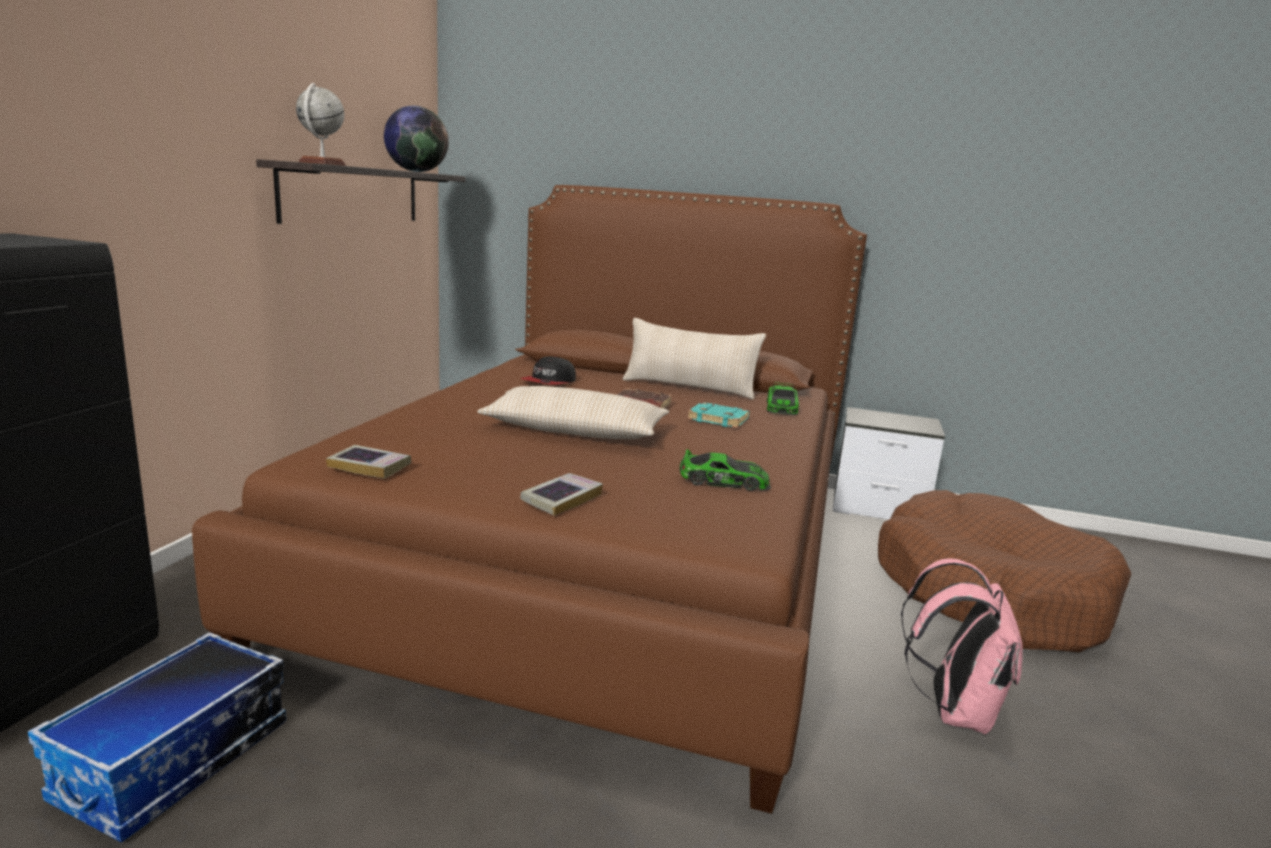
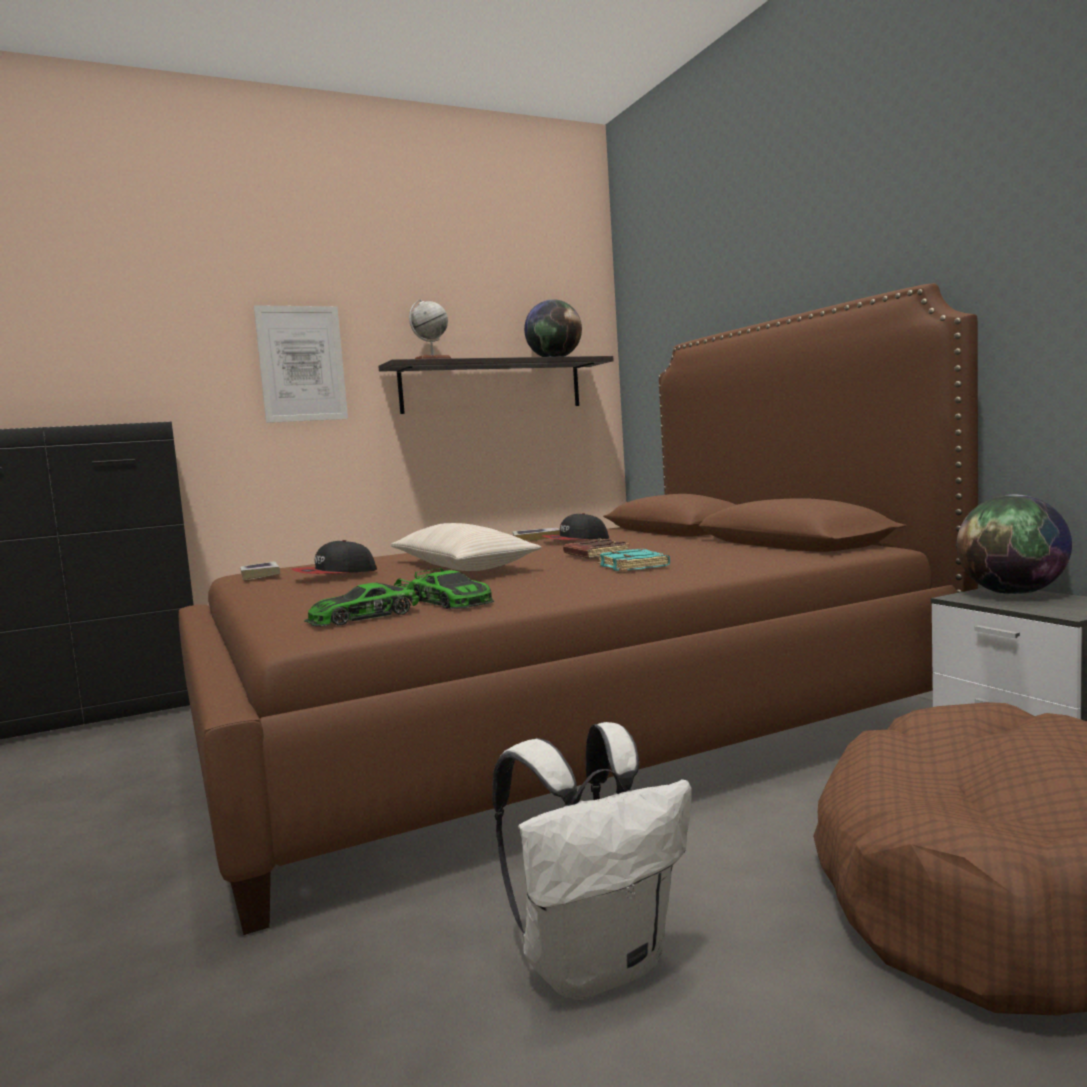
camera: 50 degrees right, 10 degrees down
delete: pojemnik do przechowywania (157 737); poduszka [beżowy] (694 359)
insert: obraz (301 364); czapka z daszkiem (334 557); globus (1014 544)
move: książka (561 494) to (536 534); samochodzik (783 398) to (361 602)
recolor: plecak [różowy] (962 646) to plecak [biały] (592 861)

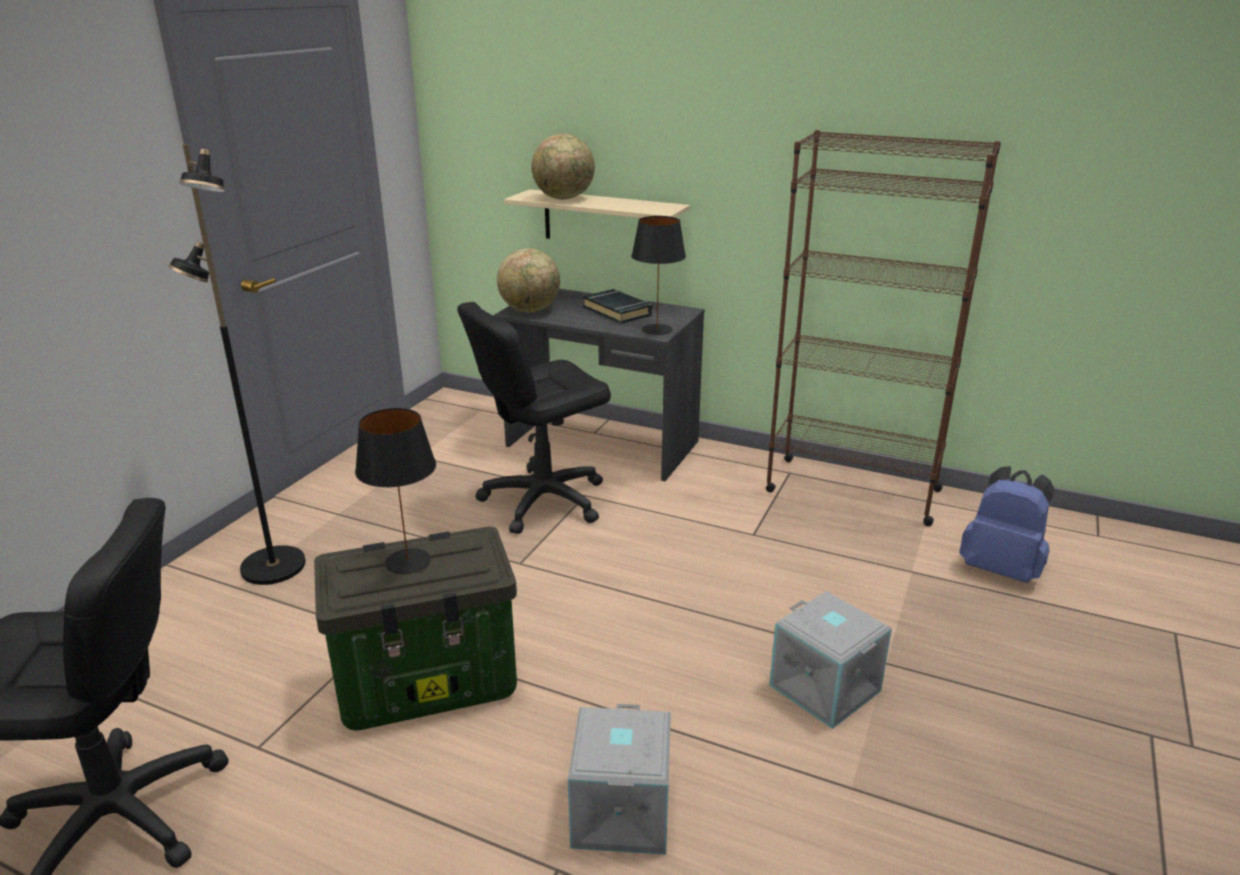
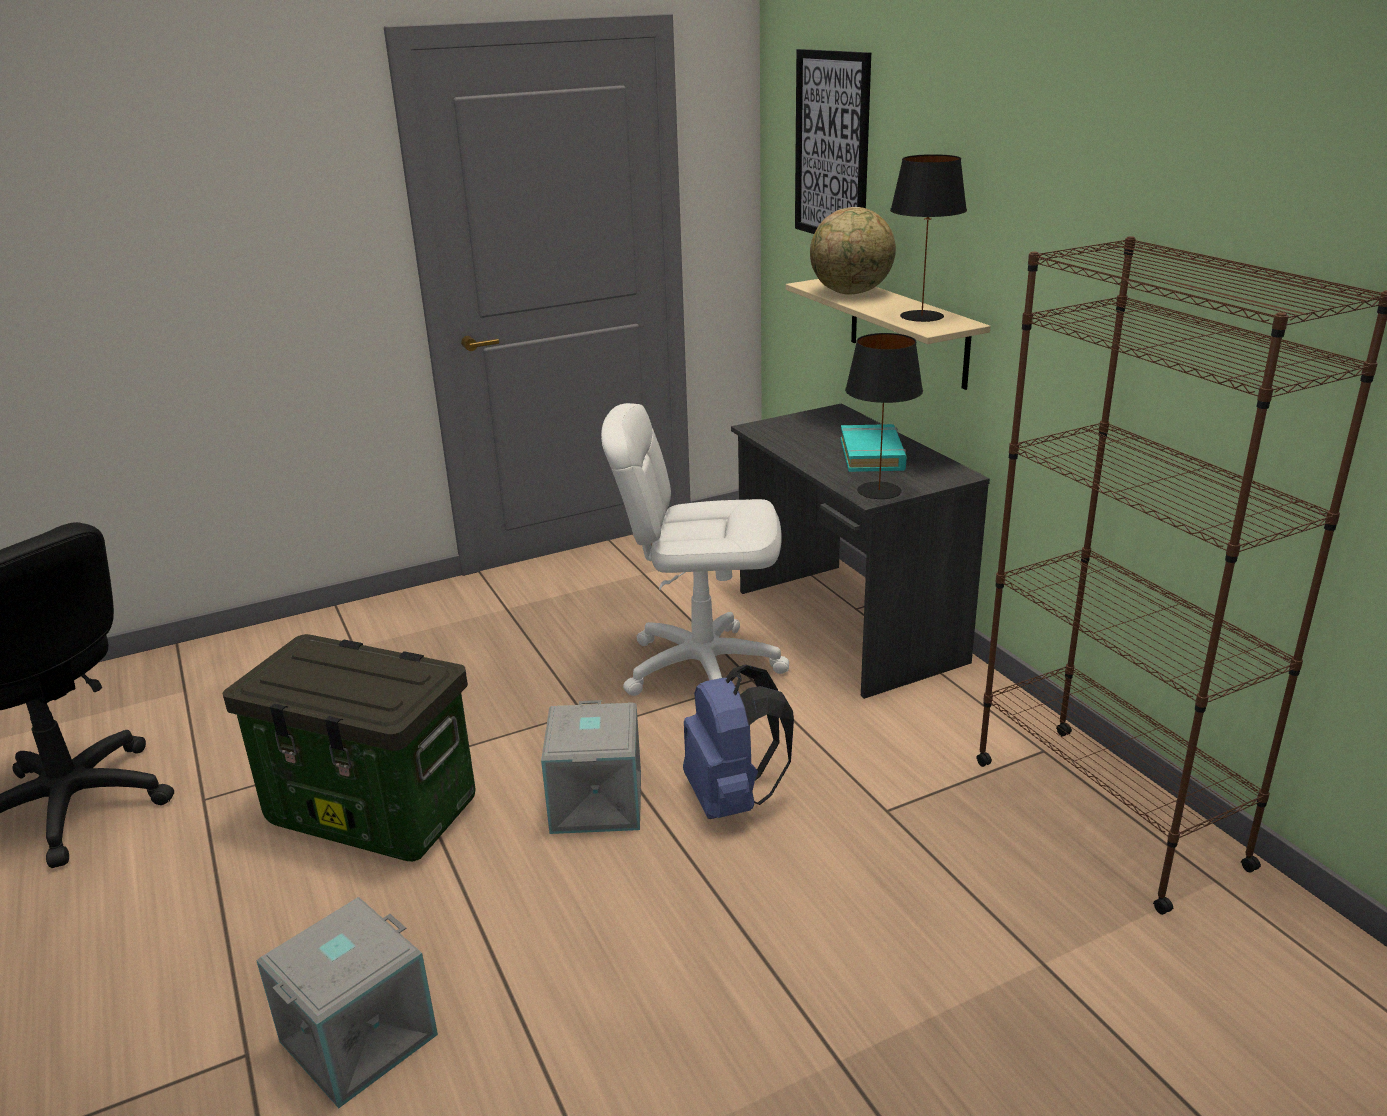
camera: 40 degrees right, 0 degrees up
delete: lampa stojąca [czarny] (237 364); globus (528 280)
insert: obraz (833 141)
move: lampa stołowa [czarny] (395 491) to (928 238); pojemnik do przechowywania [szary] (830 660) to (591 767); plecak [niebieski] (1007 524) to (738 741)
recolor: krzesło biurowe [czarny] (534 418) to krzesło biurowe [biały] (695 549); książka [czarny] (617 306) to książka [turkusowy] (874 448)

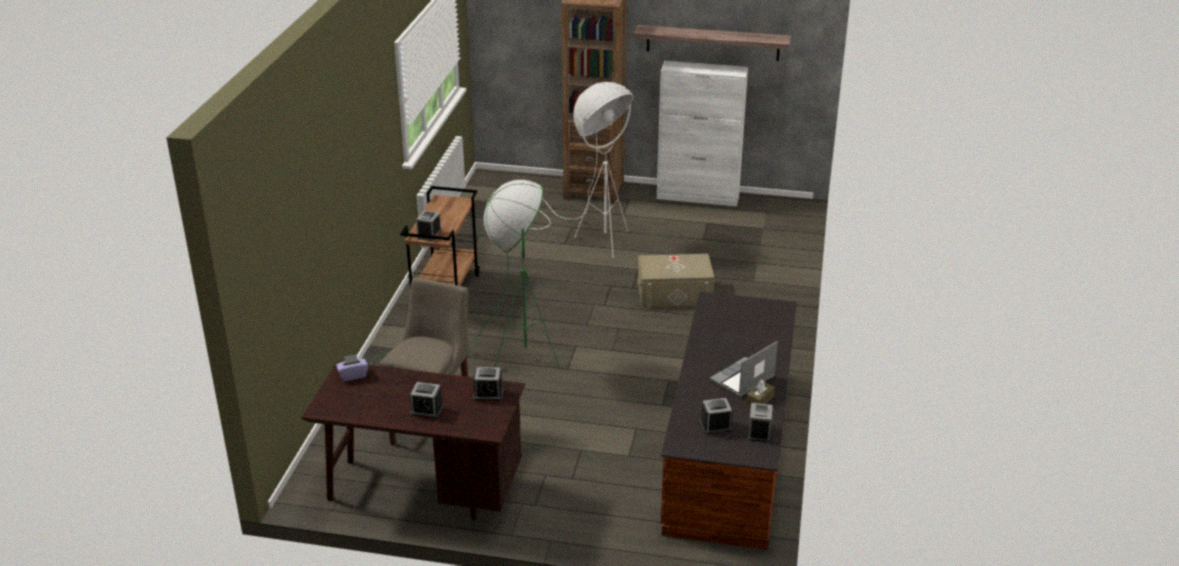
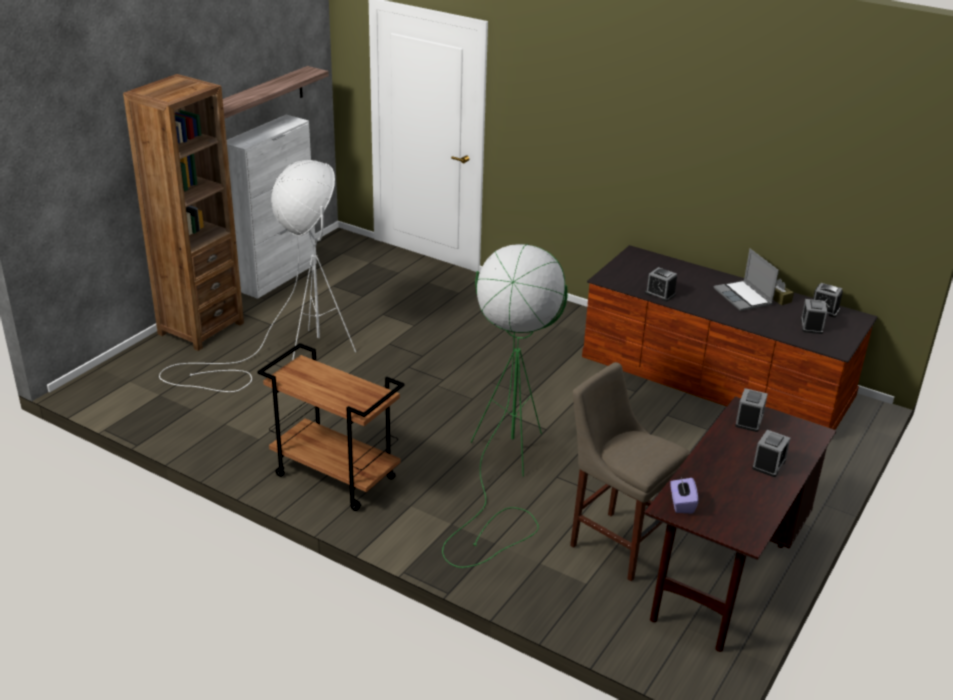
camera: 70 degrees left, 0 degrees up
delete: pojemnik do przechowywania [beżowy] (676 280)
move: budzik (428 225) to (661 284)

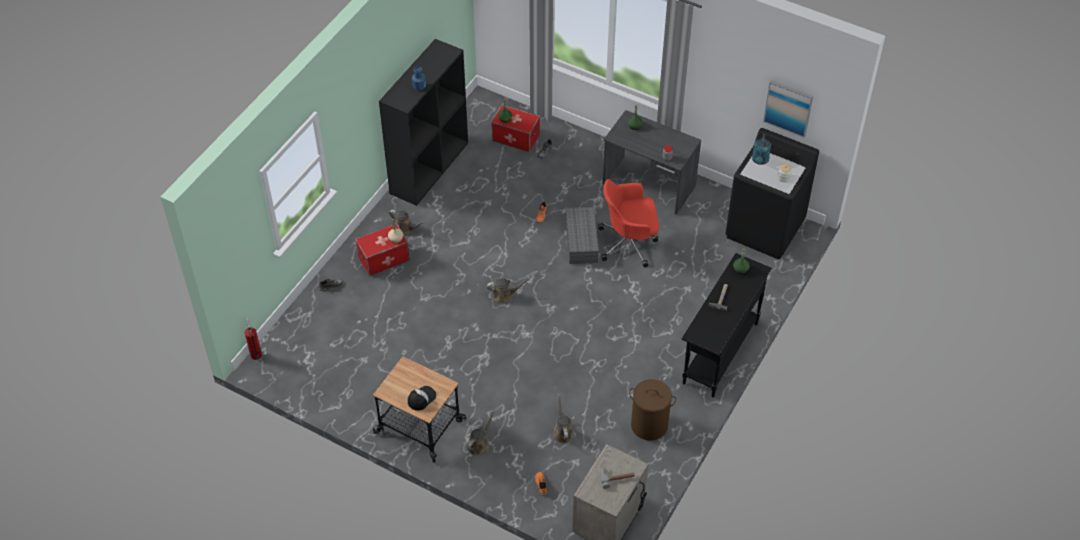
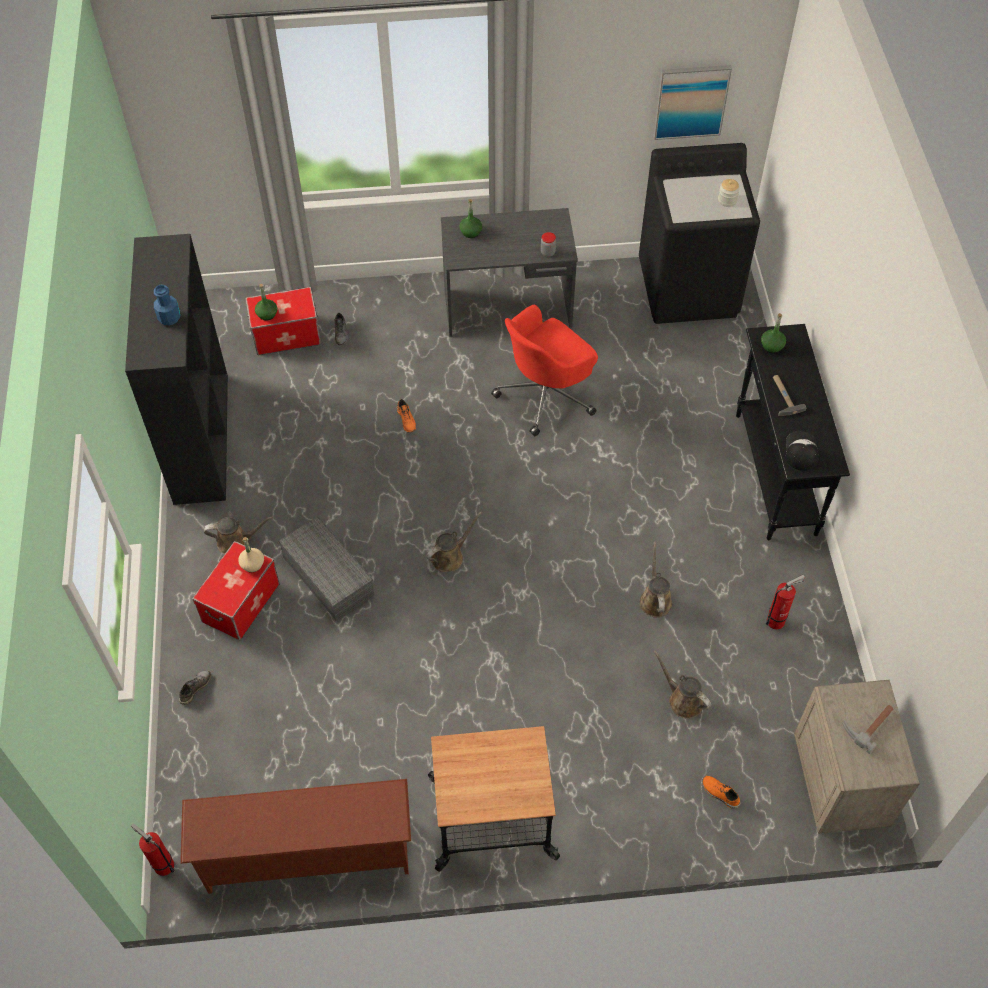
camera: 35 degrees left, 5 degrees up
delete: konewka [turkusowy] (761 149)
insert: regał na buty [brązowy] (295 836)
move: czapka z daszkiem (422 398) to (802 451); konewka [brązowy] (481 432) to (655 579); pojemnik do przechowywania [szary] (582 235) to (326 568)
replace: kosz na pranie [brązowy] (652 410) to gaśnica (785 602)

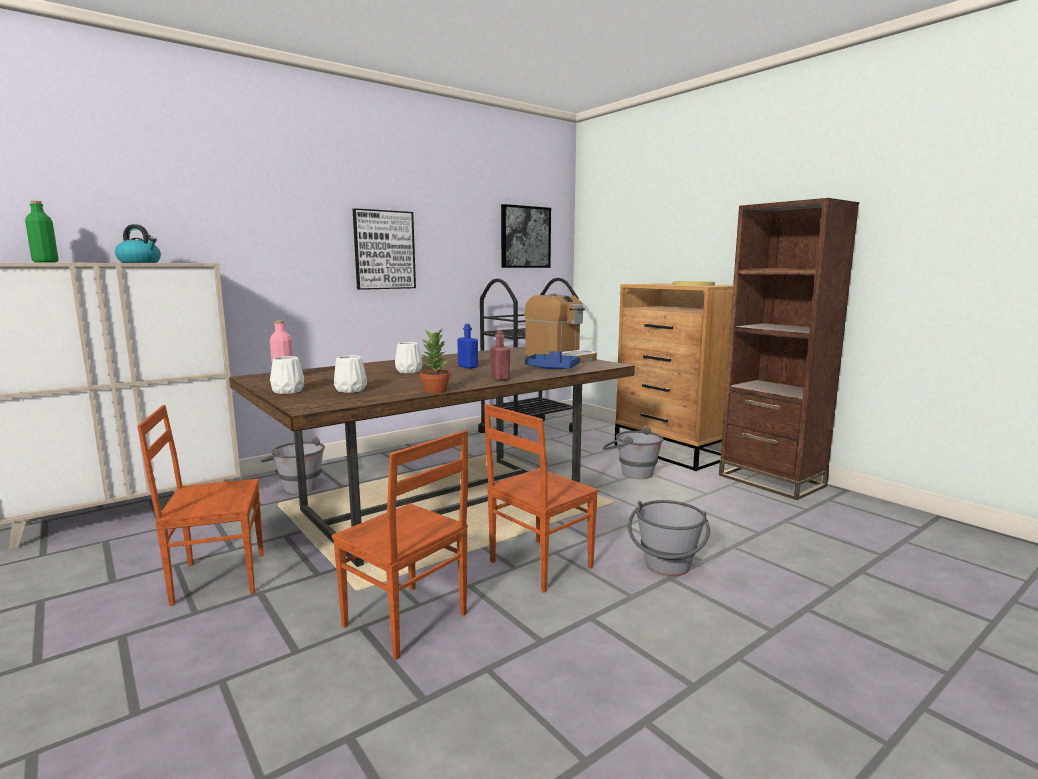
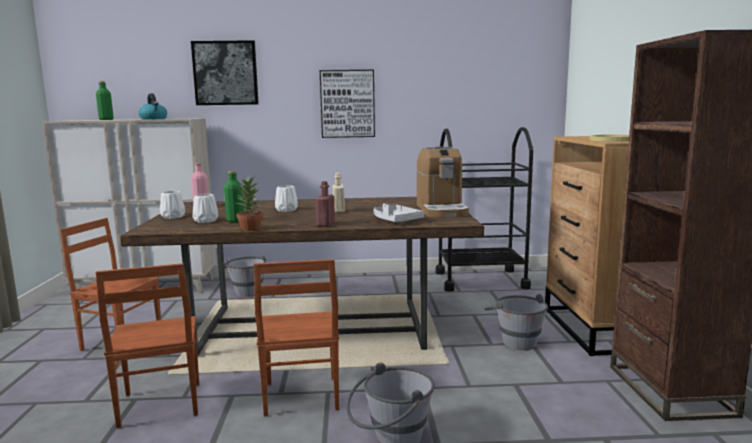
camera: 35 degrees right, 0 degrees up
insert: butelka [zielony] (234 196)
move: obraz (526 236) to (225 72)
recolor: butelka [niebieski] (467 346) to butelka [beżowy] (338 193); taca [niebieski] (552 360) to taca [szary] (398 212)
rotate: krzesło [brązowy] (541 498) = (296 337) 90 degrees counterclockwise

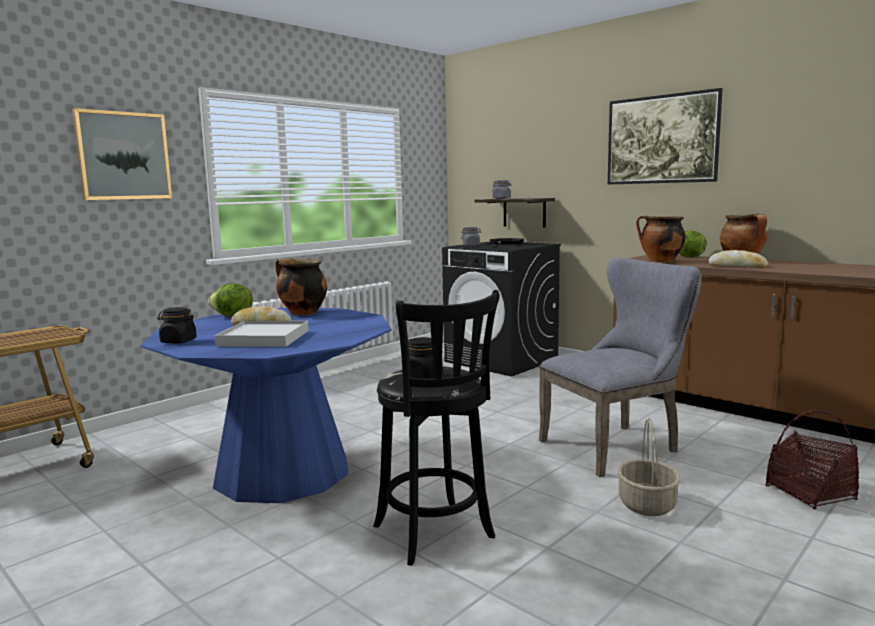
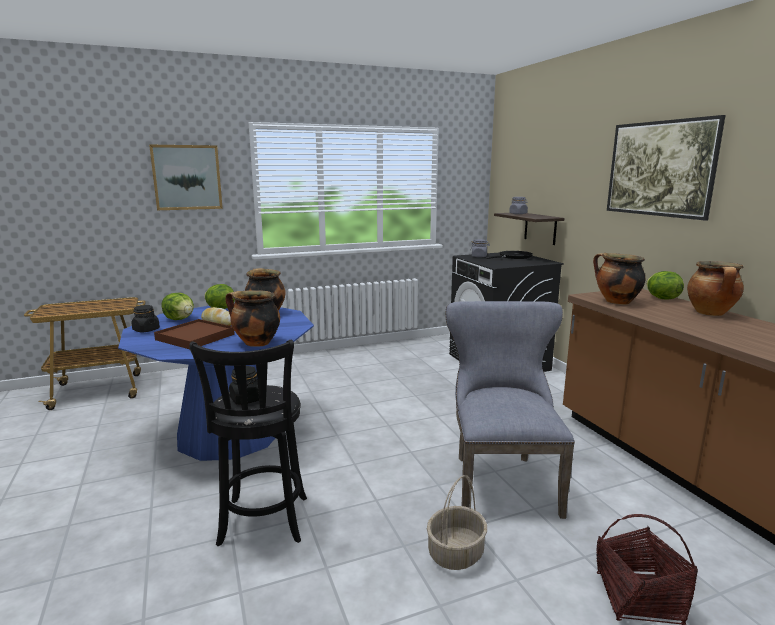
camera: 25 degrees right, 5 degrees up
delete: chleb (738 259)
insert: sałata (178 306); garnek (253 318)
recolor: taca [biały] (262 334) to taca [brązowy] (194 334)
rotate: krzesło [szary] (620 367) = (510 410) 90 degrees counterclockwise

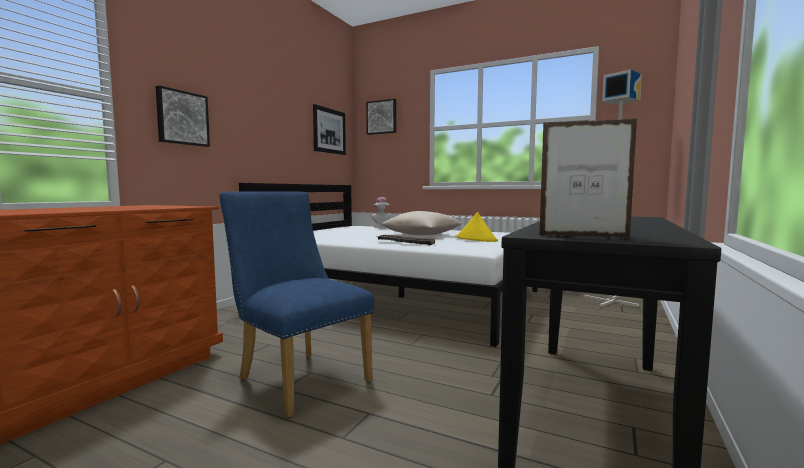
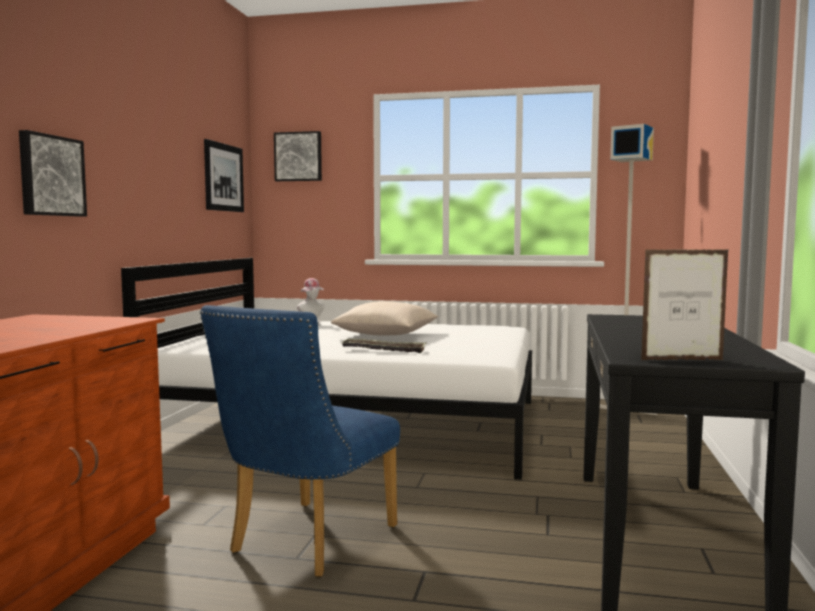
camera: 15 degrees left, 0 degrees up
delete: kapelusz [żółty] (476 227)
rotate: krzesło [niebieski] (296 304) = (300 441) 90 degrees counterclockwise

